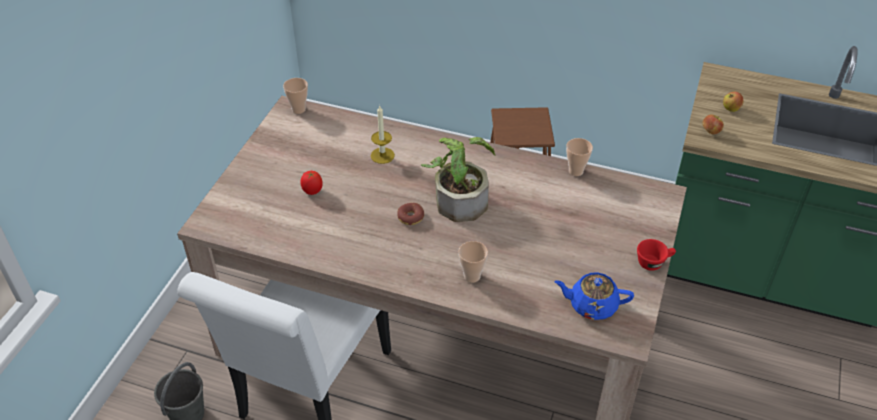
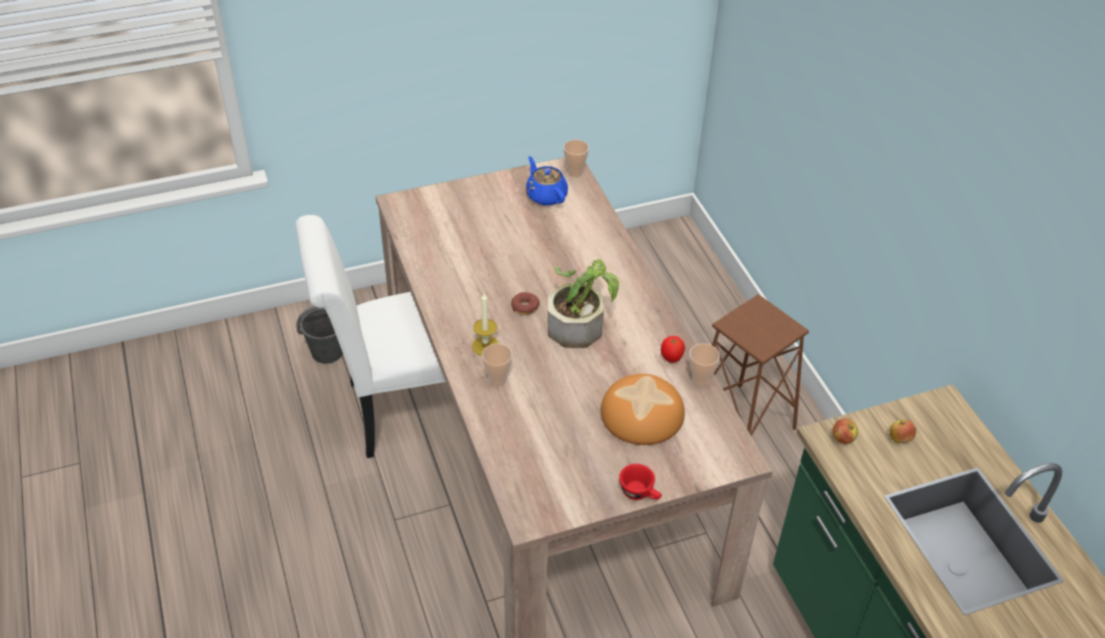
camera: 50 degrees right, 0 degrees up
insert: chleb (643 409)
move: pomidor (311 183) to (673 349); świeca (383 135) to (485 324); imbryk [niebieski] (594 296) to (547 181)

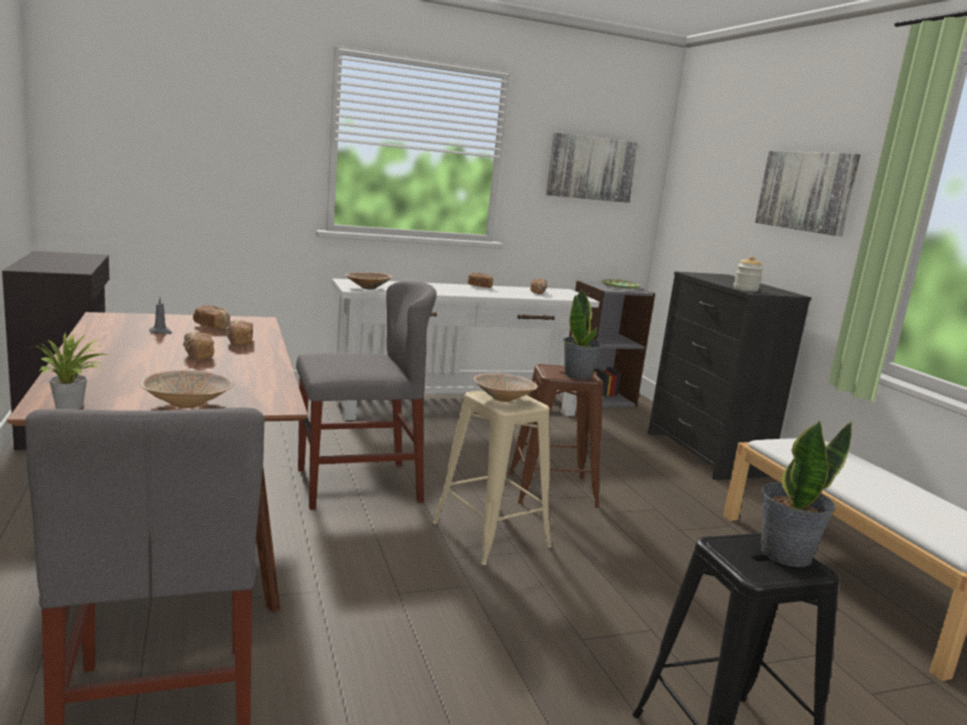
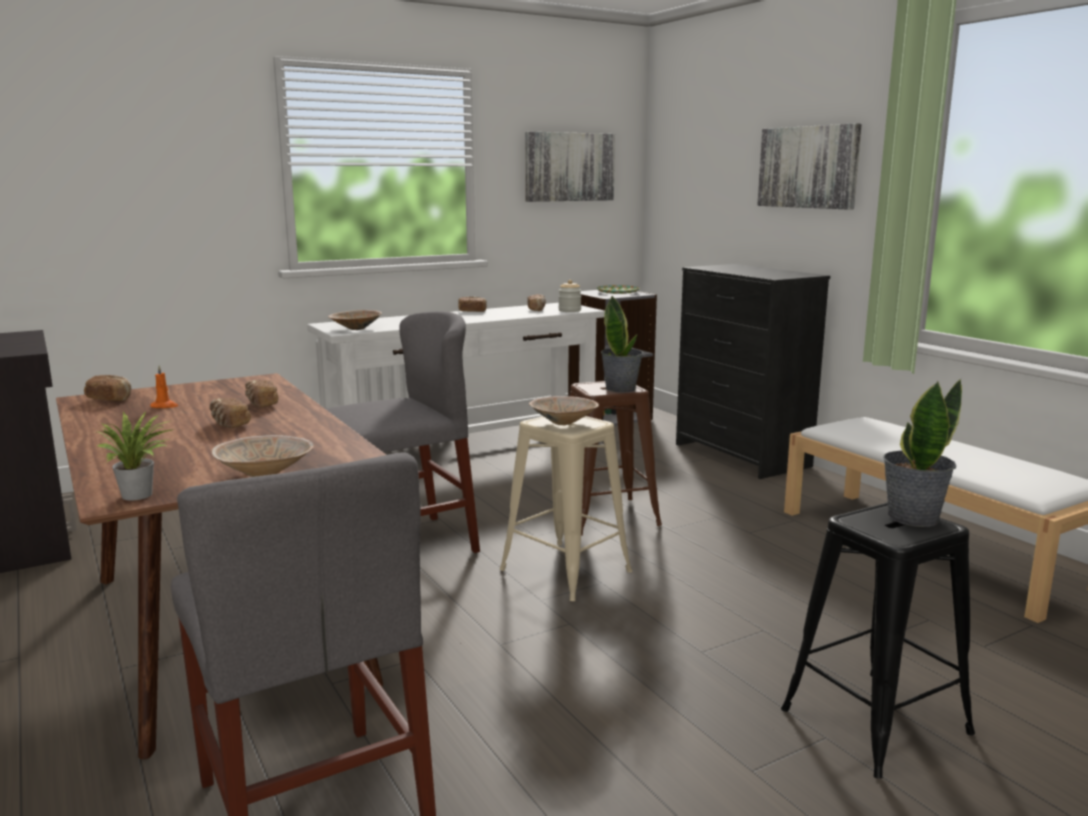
camera: 10 degrees left, 0 degrees up
move: chleb (211 317) to (107 388); słoik (748 274) to (570 296)
recolor: świeca [szary] (160 315) to świeca [pomarańczowy] (164 386)

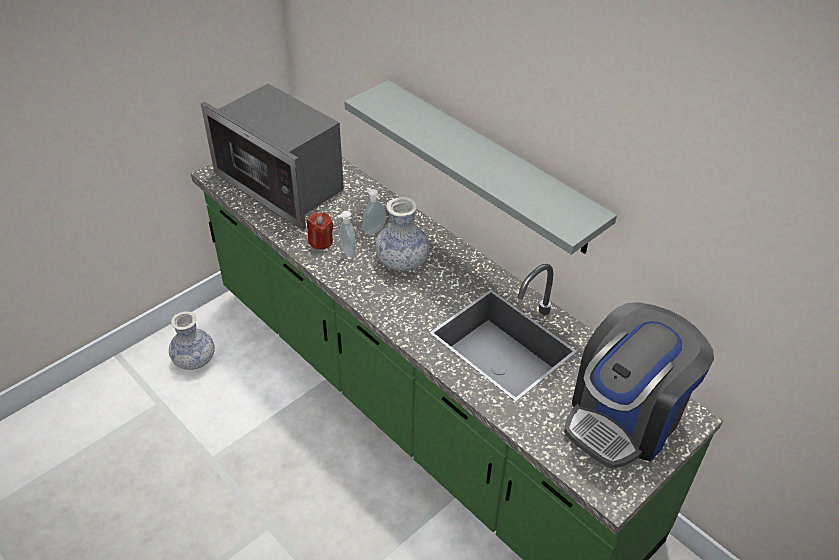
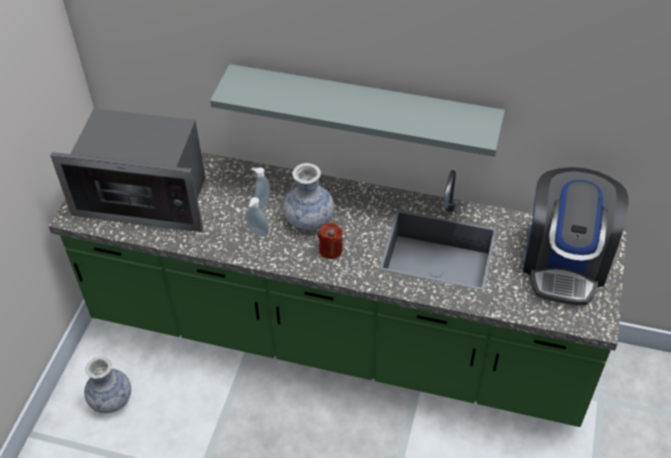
camera: 30 degrees left, 5 degrees up
move: świeca [czerwony] (320 230) to (330 240)

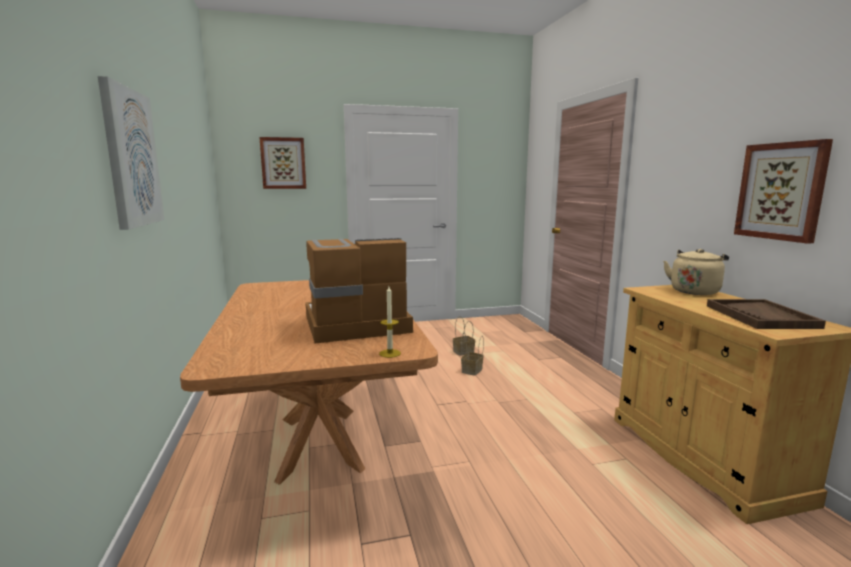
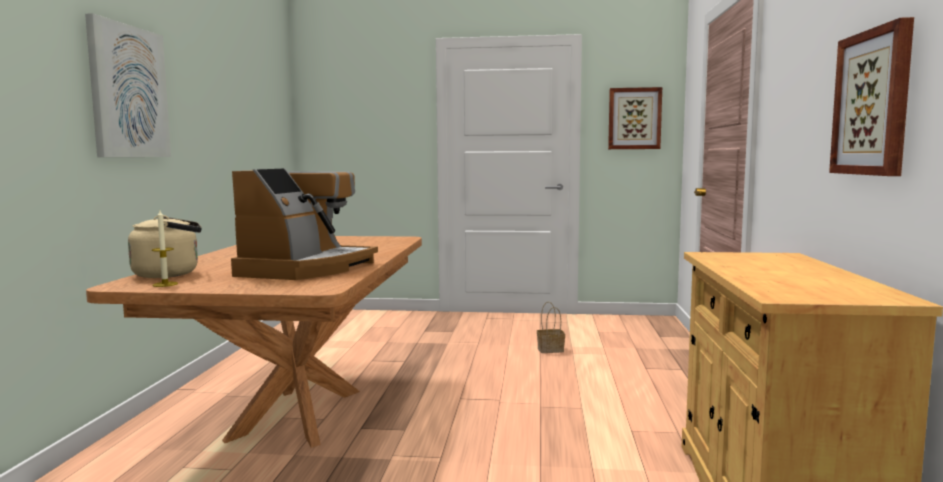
camera: 20 degrees right, 5 degrees down
delete: koszyk (472 355); taca [brązowy] (766 314)
move: obraz (282 163) to (635 118); świeca (390 322) to (165 248); czajnik [beżowy] (696 272) to (165 246)
rotate: ekspres do kawy (359 290) = (304 224) 105 degrees clockwise

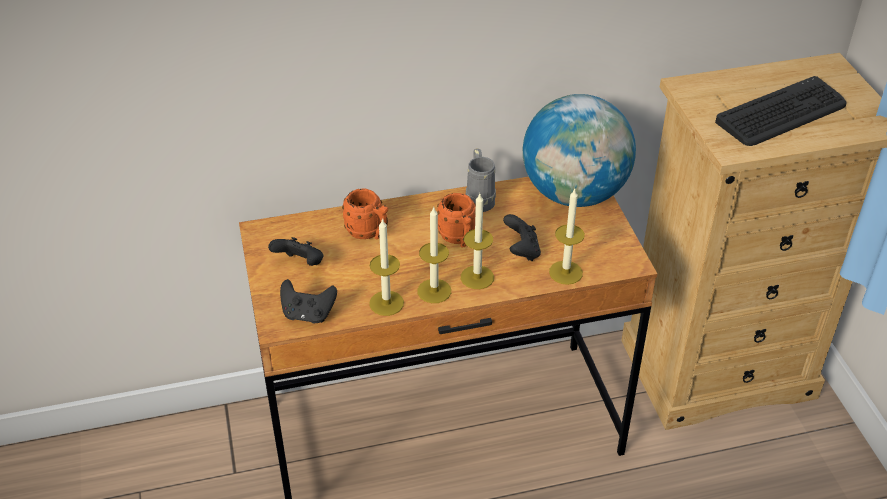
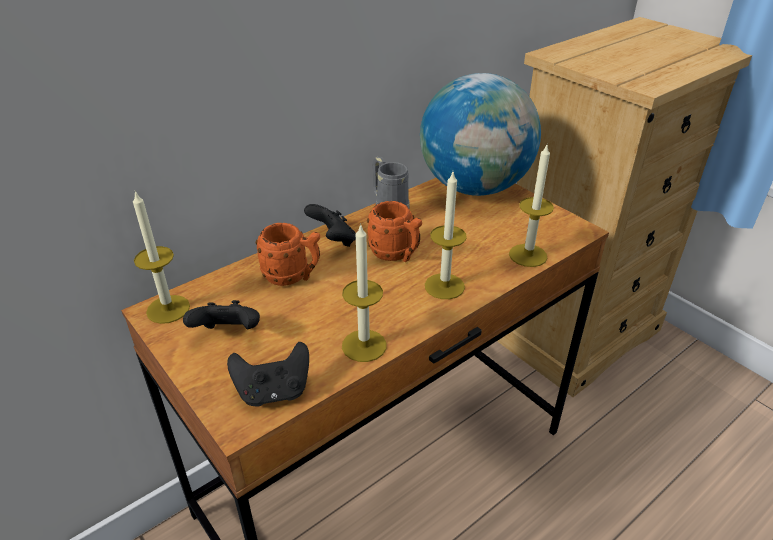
camera: 25 degrees left, 5 degrees down
delete: klawiatura (781 111)
move: świeca (434 254) to (161 257); pad do gier [czarny] (522 237) to (330 225)

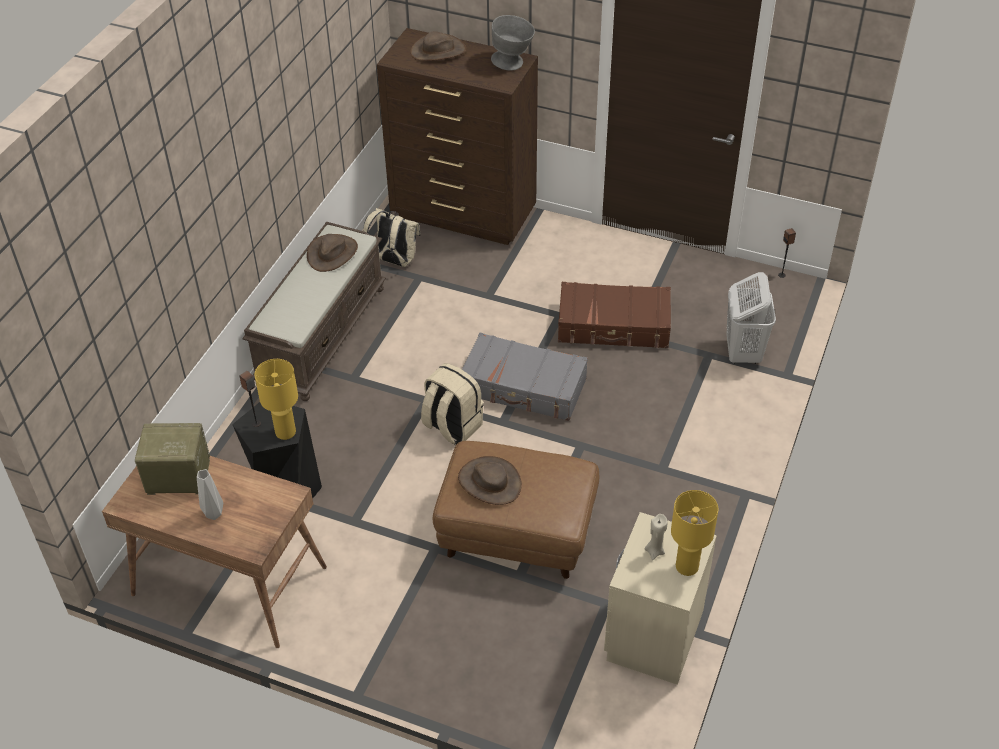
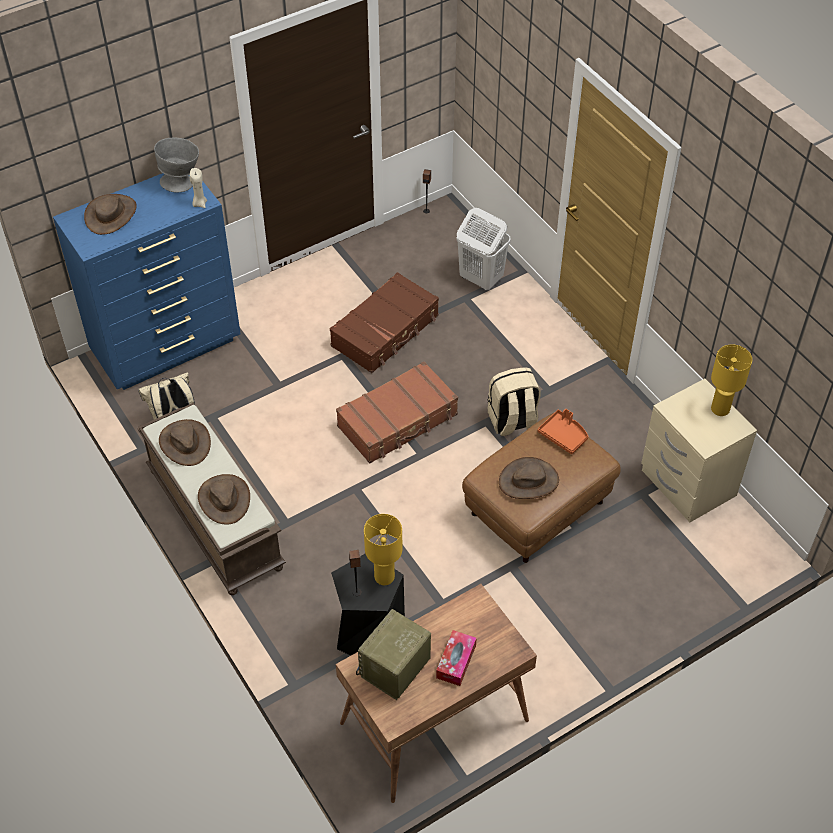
camera: 55 degrees left, 5 degrees up
insert: kapelusz [brązowy] (224 499); taca [pomarańczowy] (563 431)
move: plecak [beżowy] (452 404) to (514 401); świeca [beżowy] (656 537) to (198 188)
replace: wazon [szary] (210 494) to pudełko chusteczek (456 658)
recolor: komoda [brązowy] (457 136) to komoda [niebieski] (147 281); walizka [szary] (525 377) to walizka [brązowy] (397 412)

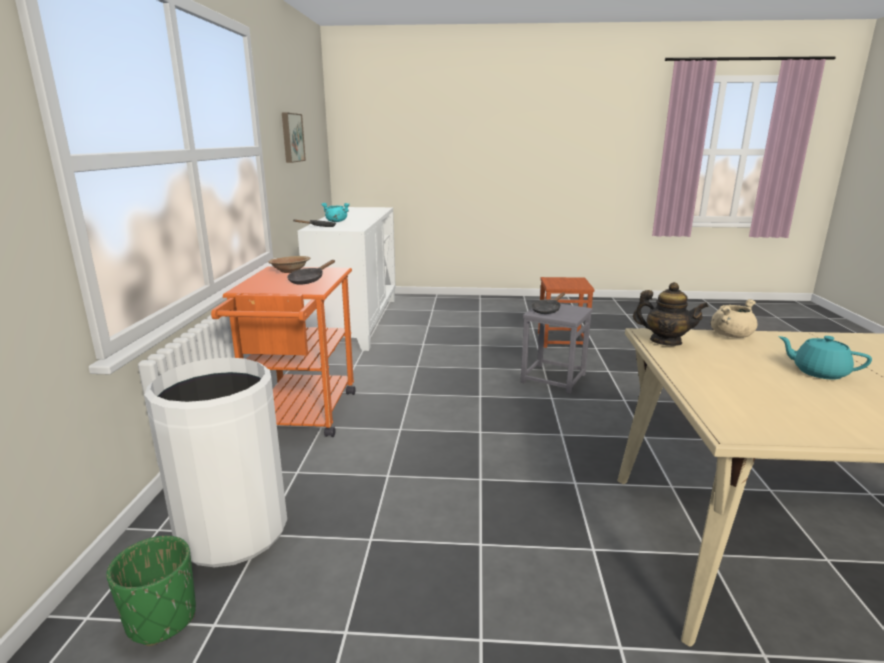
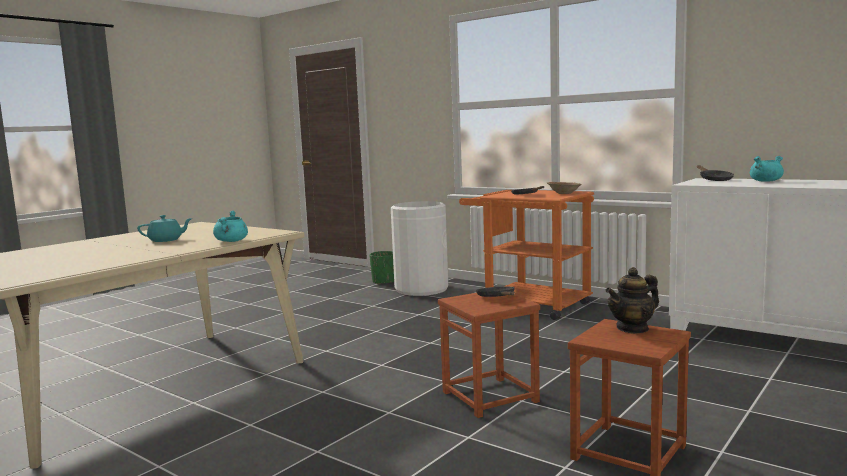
camera: 125 degrees right, 10 degrees down
delete: obraz (294 138)
move: imbryk (671 314) to (632 300)
recolor: stołek [szary] (557 349) to stołek [brązowy] (489 355); garnek [beżowy] (733 318) to garnek [turkusowy] (230 226)

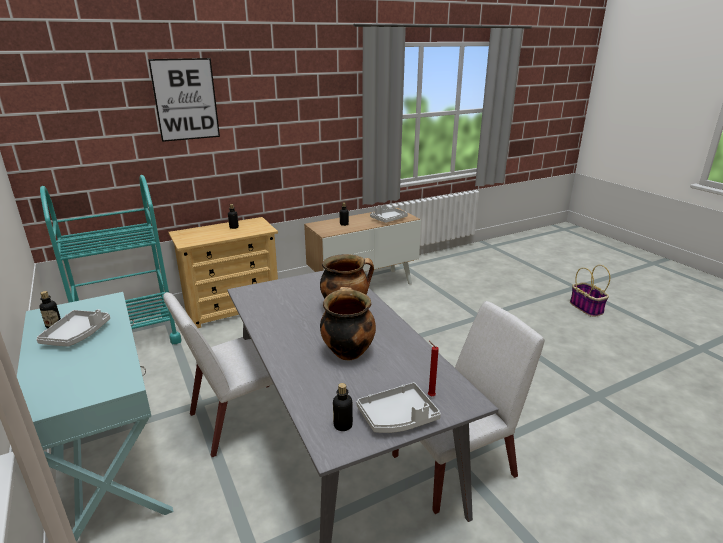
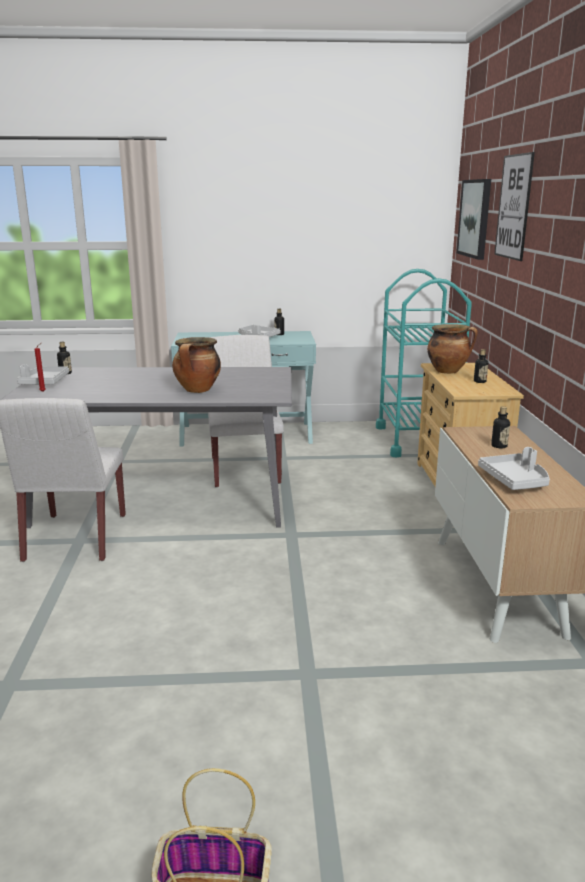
camera: 115 degrees right, 5 degrees down
insert: obraz (474 219)
move: garnek (348 323) to (452 349)

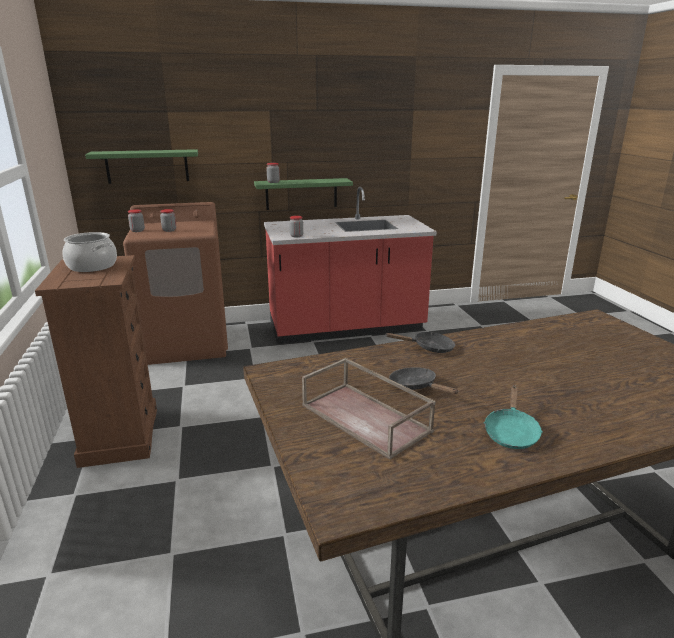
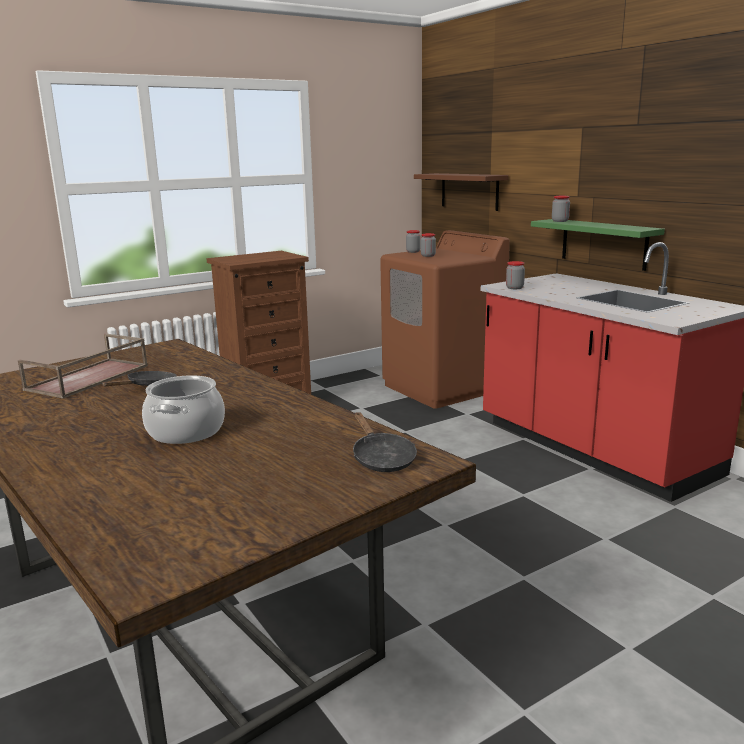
camera: 70 degrees right, 5 degrees down
delete: patelnia [turkusowy] (513 417)
move: garnek (89 252) to (183 409); patelnia [czarny] (420 342) to (385 442)
recolor: półka [zielony] (141 166) to półka [brązowy] (461 192)

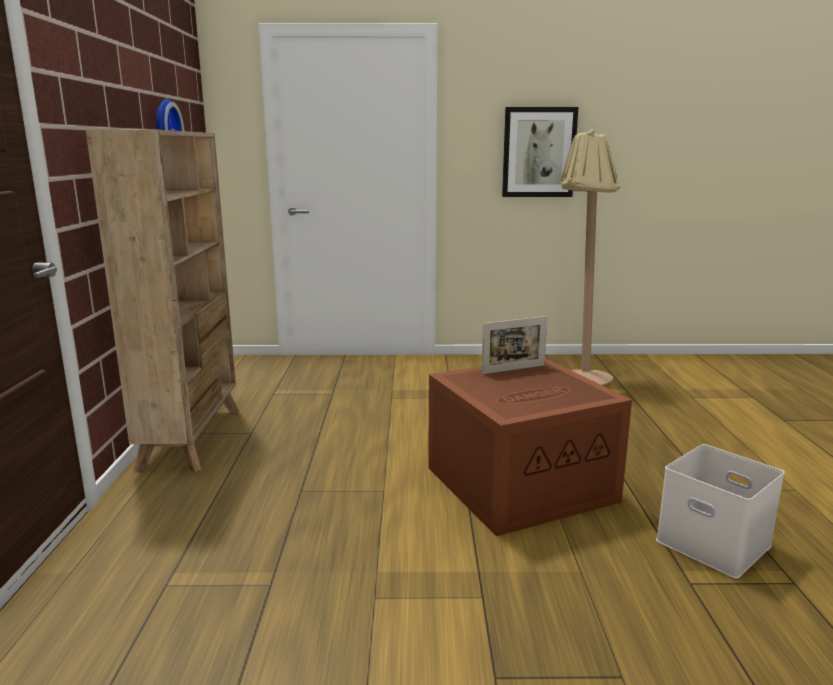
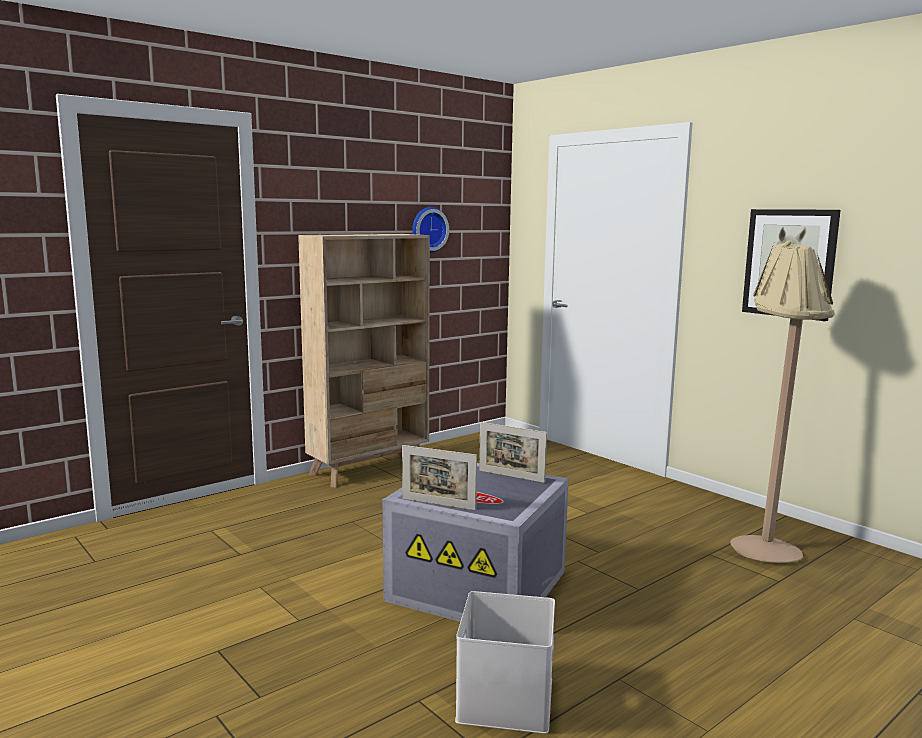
camera: 50 degrees right, 5 degrees down
insert: ramka na zdjęcie (439 477)
recolor: pojemnik do przechowywania [brązowy] (530 447) to pojemnik do przechowywania [szary] (475 542)

